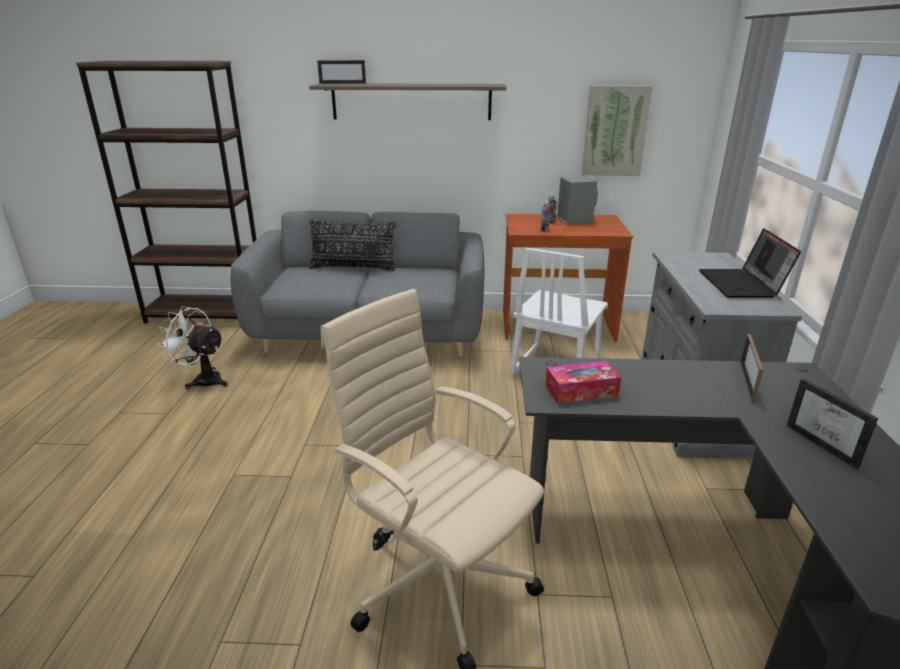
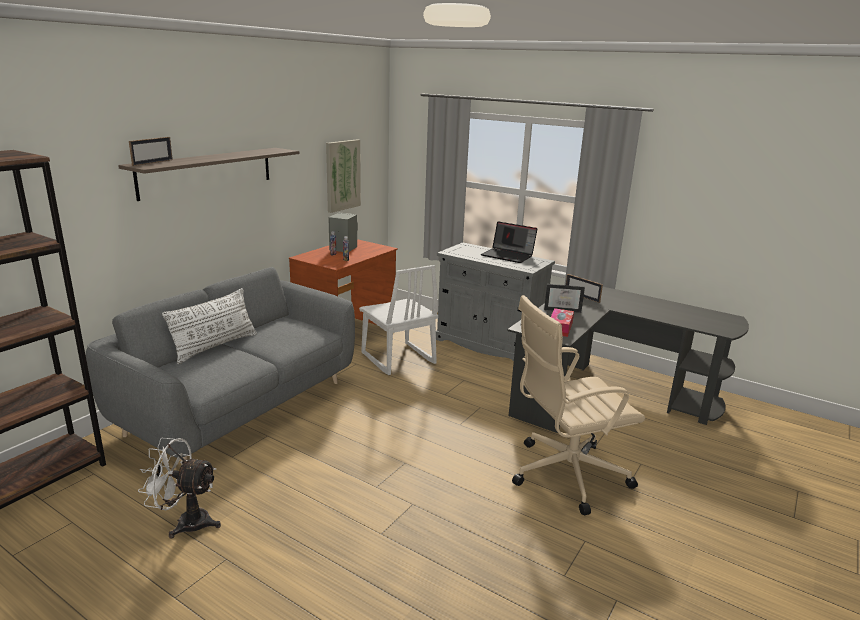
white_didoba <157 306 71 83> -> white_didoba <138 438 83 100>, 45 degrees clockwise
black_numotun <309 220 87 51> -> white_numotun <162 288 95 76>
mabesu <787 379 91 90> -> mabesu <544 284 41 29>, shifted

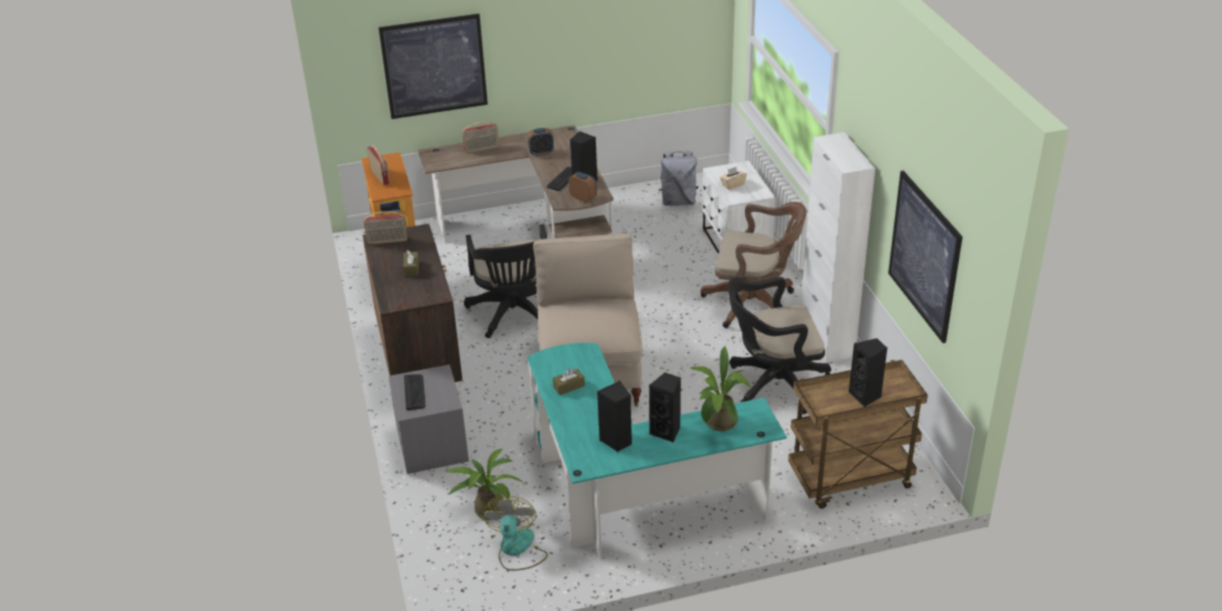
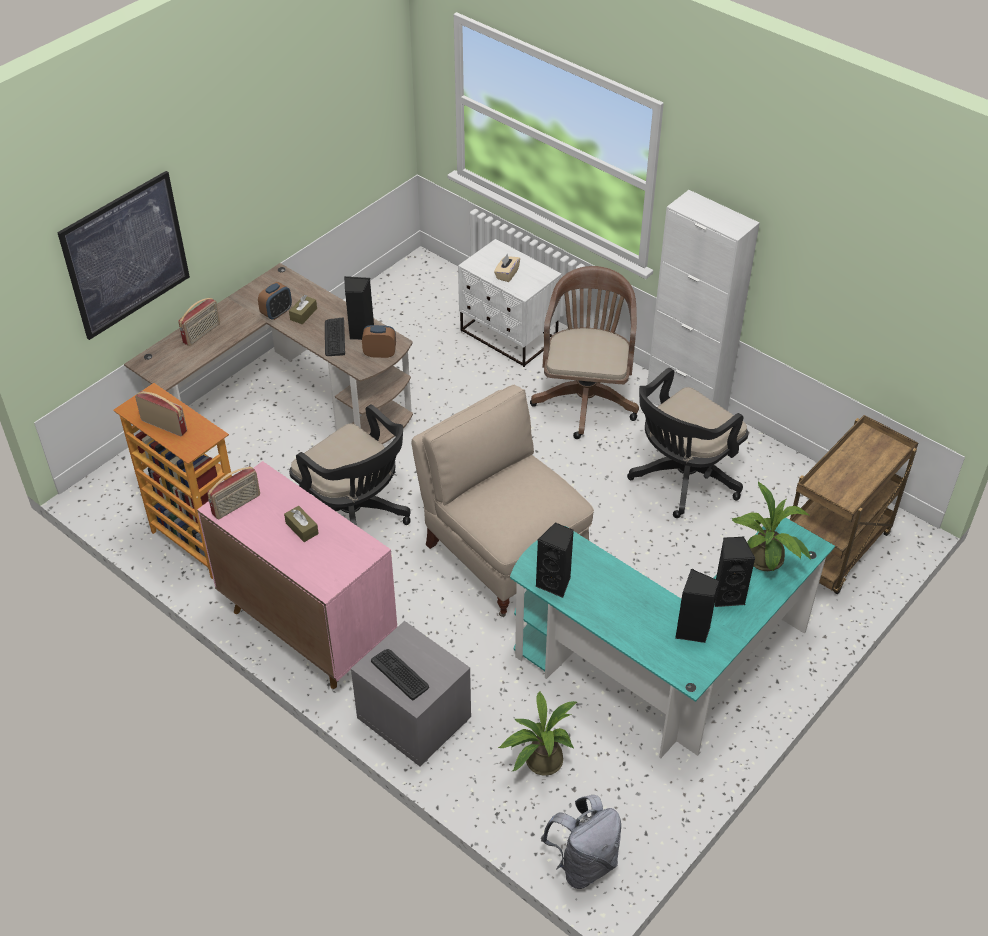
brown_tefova <363 224 100 170> -> pink_tefova <197 461 200 228>
didoba <482 496 66 75> -> none
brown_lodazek <553 368 32 27> -> brown_lodazek <289 295 28 29>, shifted
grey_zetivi <659 150 40 56> -> grey_zetivi <541 795 80 94>, shifted
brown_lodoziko <700 202 107 126> -> brown_lodoziko <530 266 109 173>, 60 degrees counterclockwise
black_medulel <849 338 38 69> -> black_medulel <536 522 38 76>, shifted
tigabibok <888 171 75 172> -> none

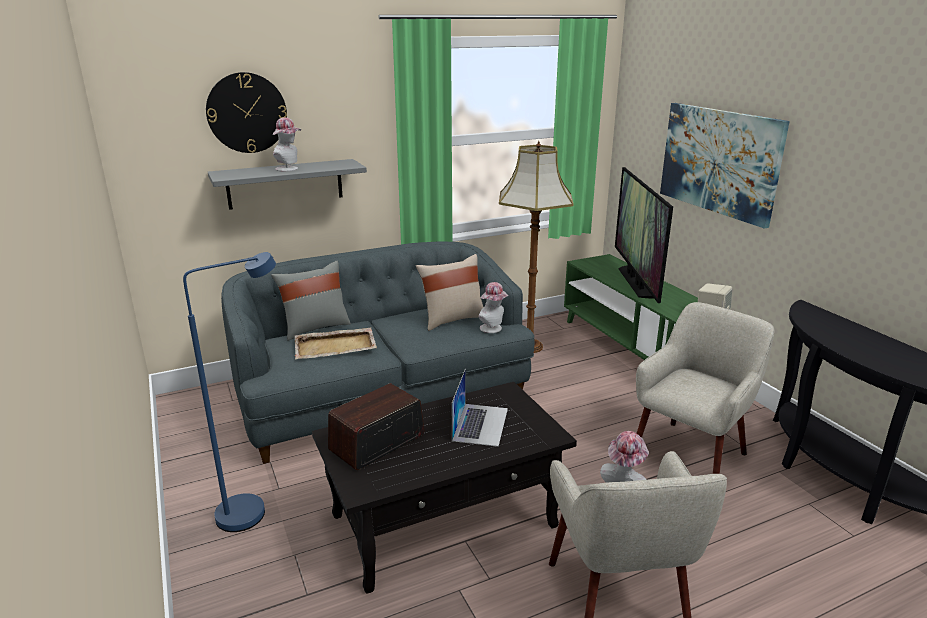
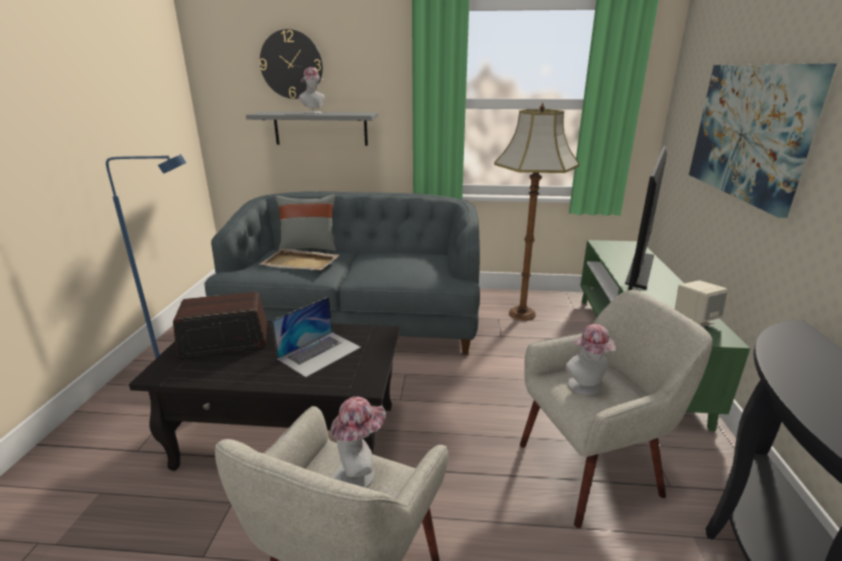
beige_numotun <416 254 67 77> -> none
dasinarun <478 282 30 51> -> dasinarun <565 324 51 71>, shifted

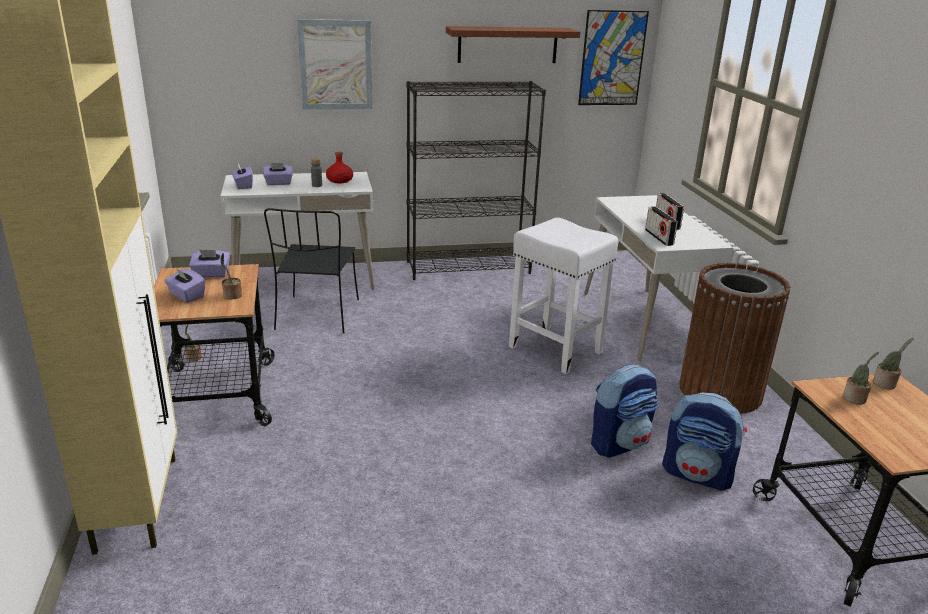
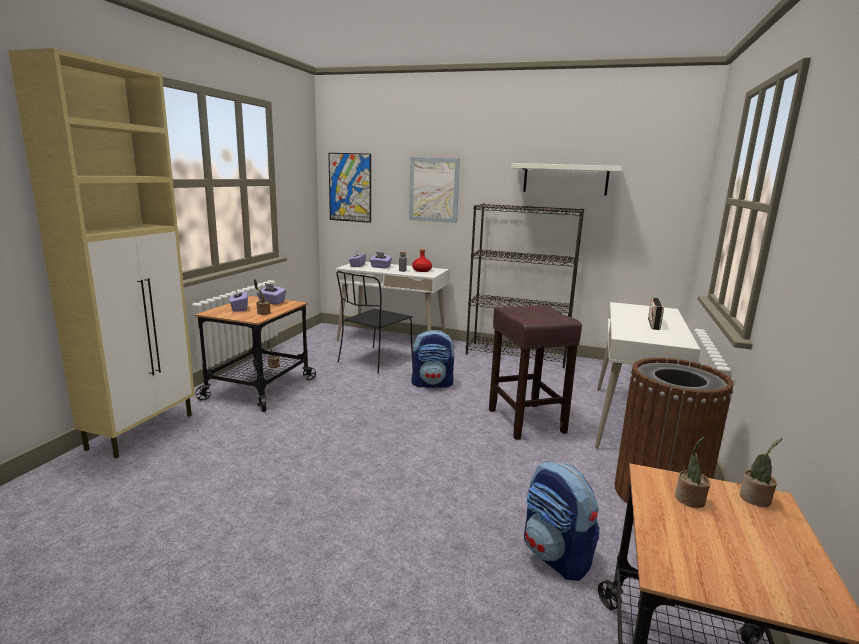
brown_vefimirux <446 26 135 37> -> white_vefimirux <511 163 111 32>
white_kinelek <509 218 109 156> -> brown_kinelek <489 305 93 135>
tigabibok <578 10 71 95> -> tigabibok <328 153 43 70>, shifted
zetivi <591 365 67 92> -> zetivi <412 330 43 58>, shifted
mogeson <645 206 33 40> -> none

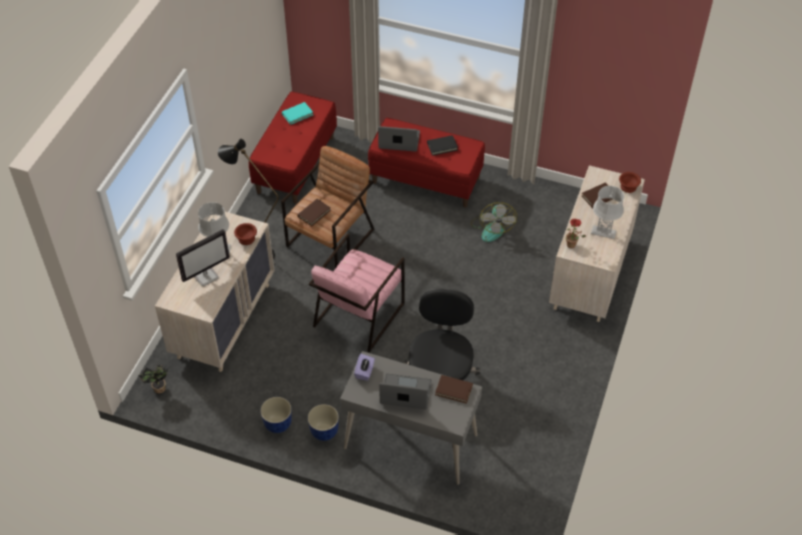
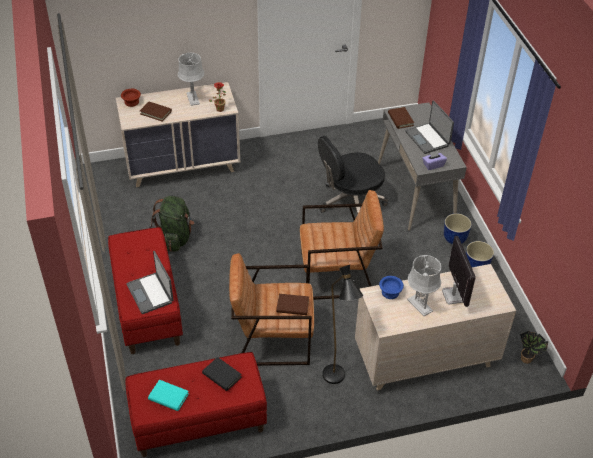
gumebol <176 229 54 57> -> gumebol <442 236 34 71>, 60 degrees clockwise
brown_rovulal <234 223 23 22> -> blue_rovulal <379 276 25 23>
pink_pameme <309 233 96 120> -> brown_pameme <300 190 84 110>
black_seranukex <427 135 31 21> -> black_seranukex <202 357 40 34>, shifted
didoba <471 202 46 40> -> green_zetivi <149 196 46 56>

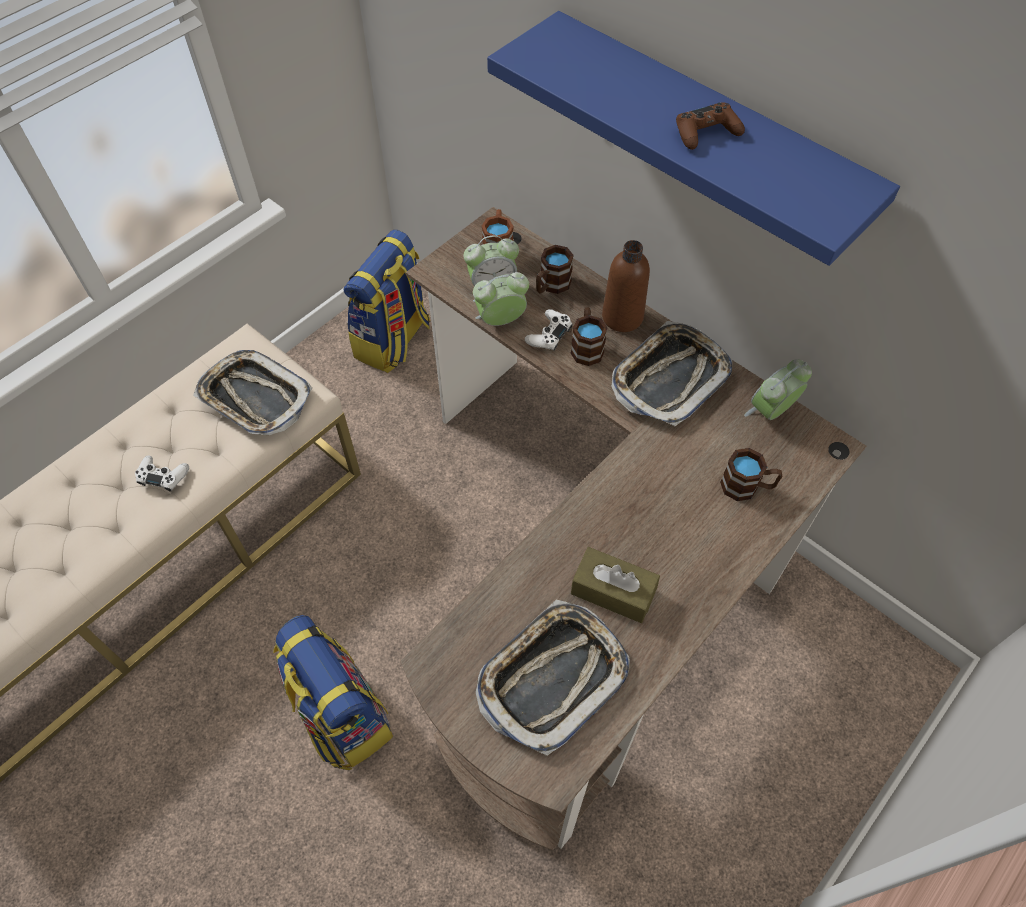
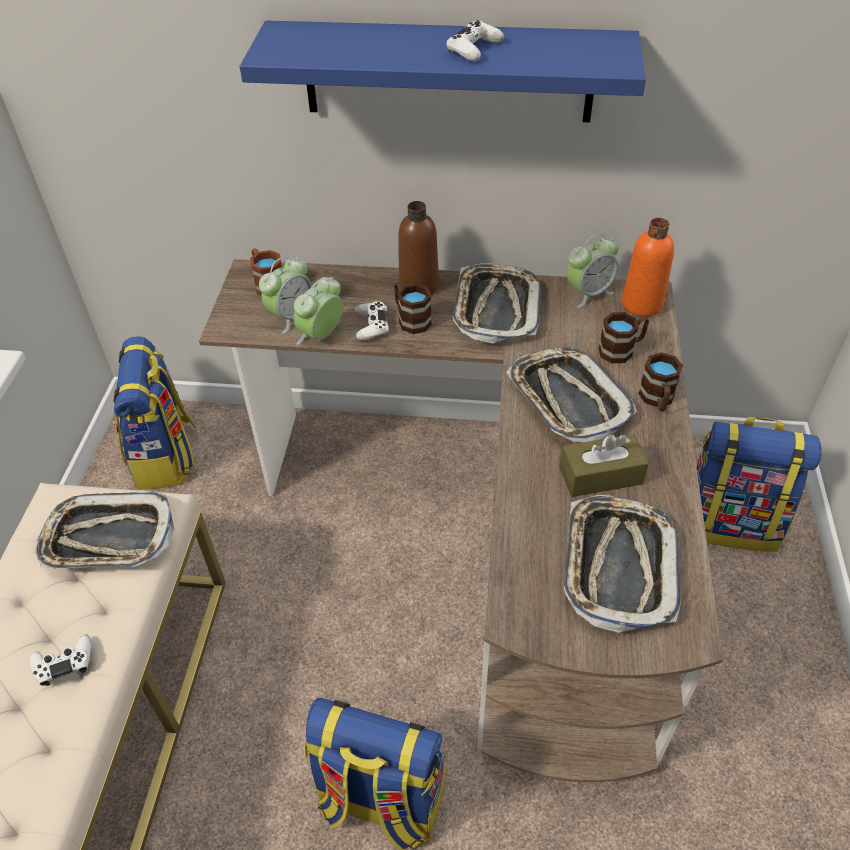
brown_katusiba <536 245 38 49> -> brown_katusiba <638 352 45 60>, shifted
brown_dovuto <676 103 69 47> -> white_dovuto <446 20 58 41>
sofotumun <744 359 68 61> -> sofotumun <567 234 52 74>, 135 degrees counterclockwise
none -> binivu <506 347 131 95>
none -> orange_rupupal <622 218 52 99>
none -> zetivi <696 417 126 134>

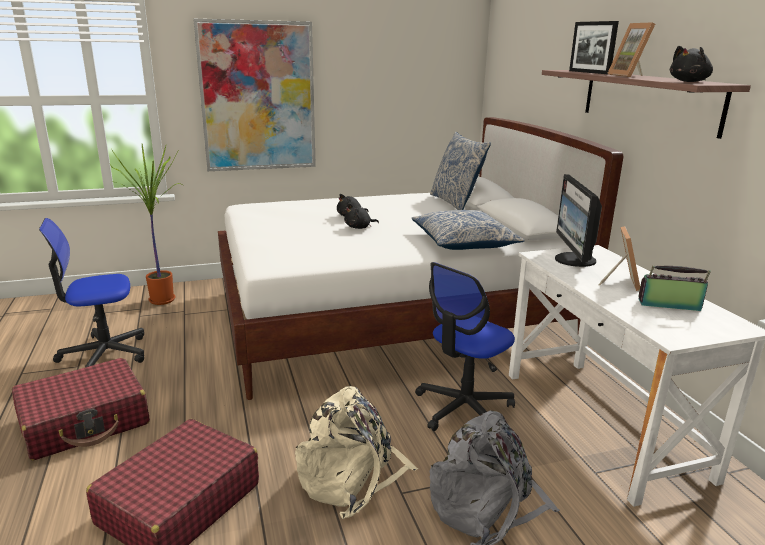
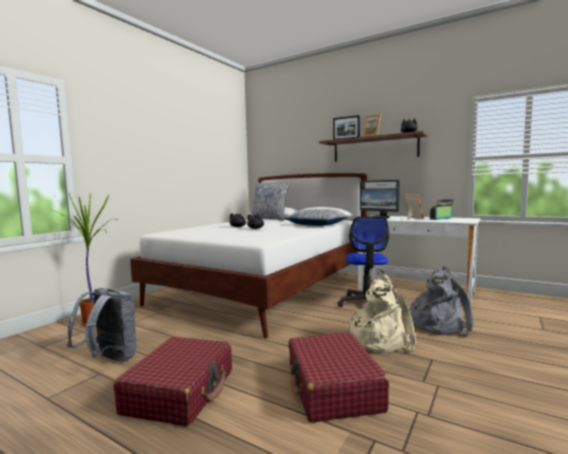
lodoziko <39 218 105 149> -> grey_zetivi <67 288 70 74>
tigabibok <193 19 123 152> -> none

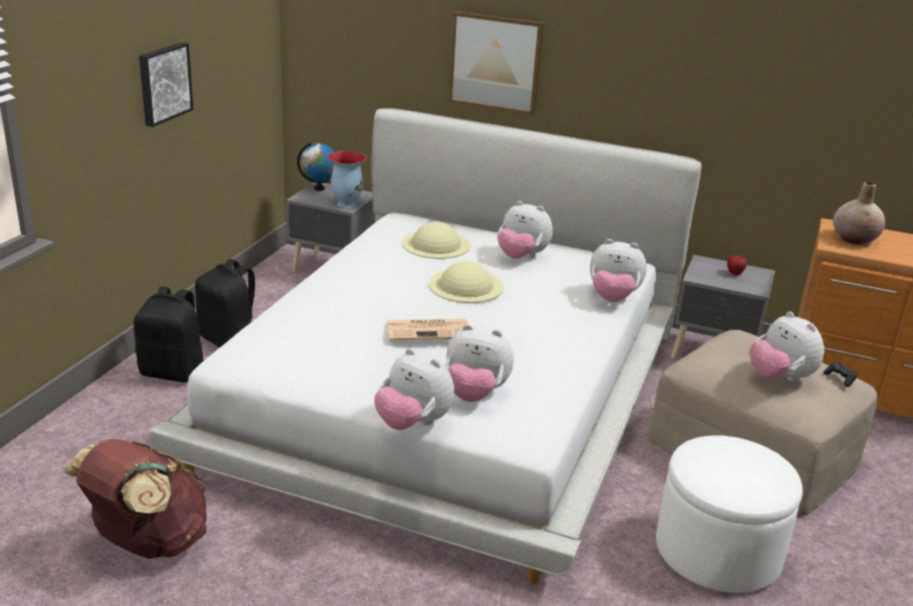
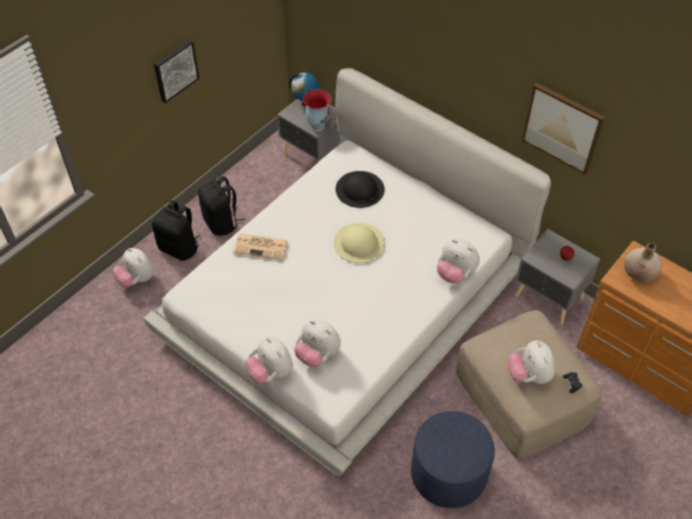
brown_zetivi <63 439 144 120> -> none
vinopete <387 319 81 21> -> vinopete <233 234 55 26>, shifted
beige_dasinarun <402 221 69 38> -> black_dasinarun <336 171 48 37>
tigabibok <449 11 95 104> -> tigabibok <522 83 83 92>, shifted
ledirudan <497 201 56 58> -> ledirudan <113 248 41 40>, shifted
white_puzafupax <656 435 147 158> -> blue_puzafupax <411 411 84 97>

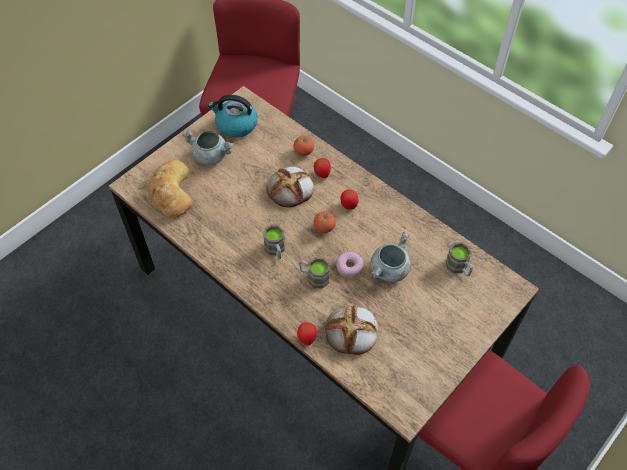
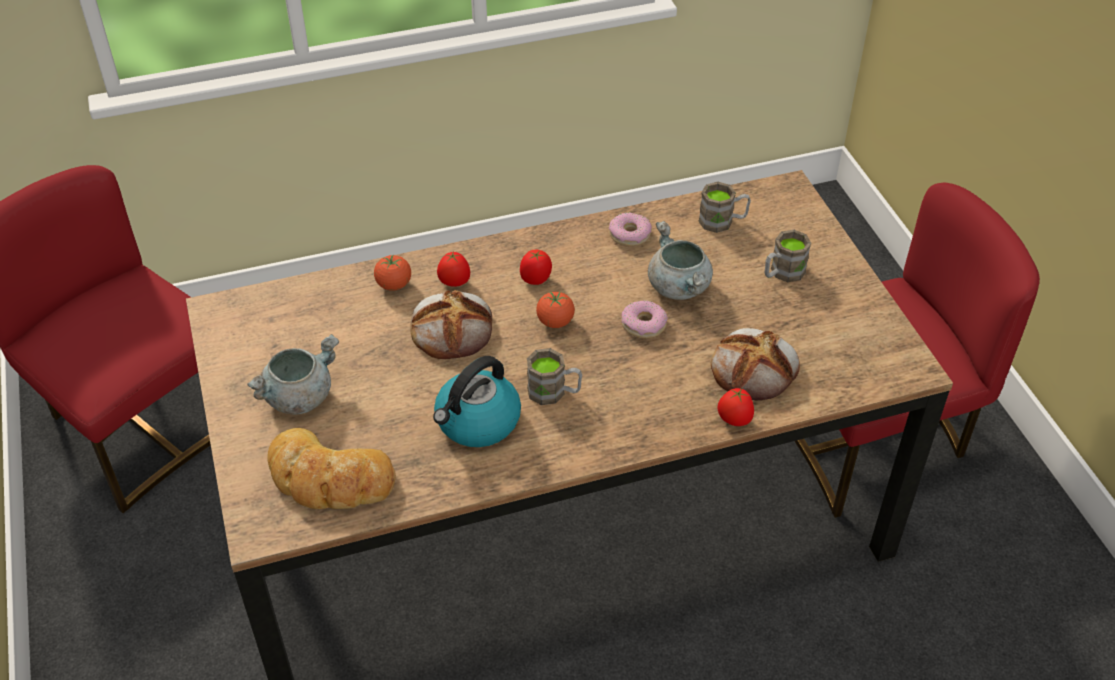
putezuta <208 95 50 42> -> putezuta <433 356 88 91>, shifted
brown_katusiba <299 257 31 31> -> brown_katusiba <765 230 46 52>, shifted
none -> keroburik <609 212 43 35>

